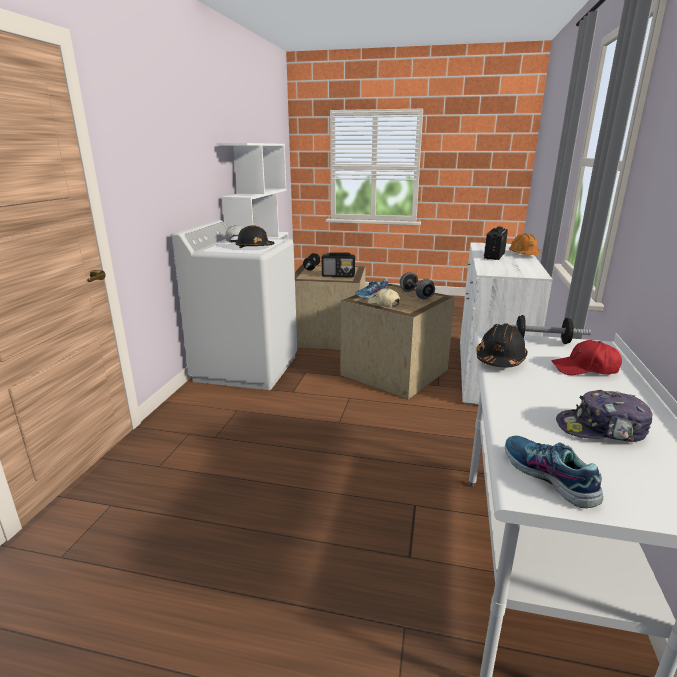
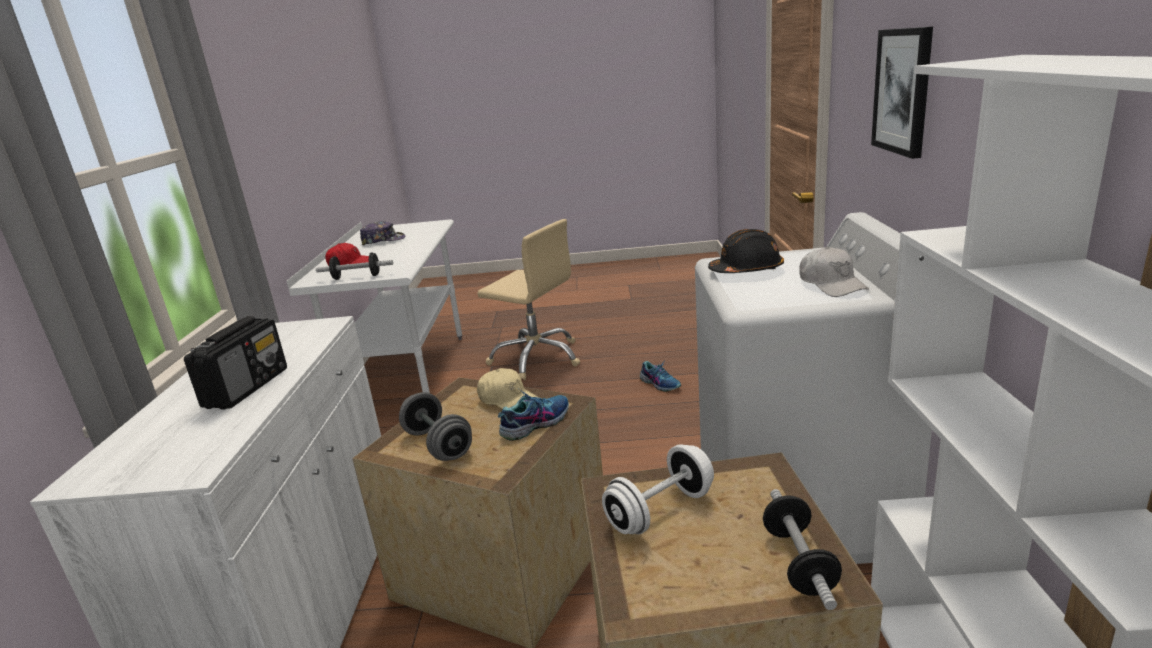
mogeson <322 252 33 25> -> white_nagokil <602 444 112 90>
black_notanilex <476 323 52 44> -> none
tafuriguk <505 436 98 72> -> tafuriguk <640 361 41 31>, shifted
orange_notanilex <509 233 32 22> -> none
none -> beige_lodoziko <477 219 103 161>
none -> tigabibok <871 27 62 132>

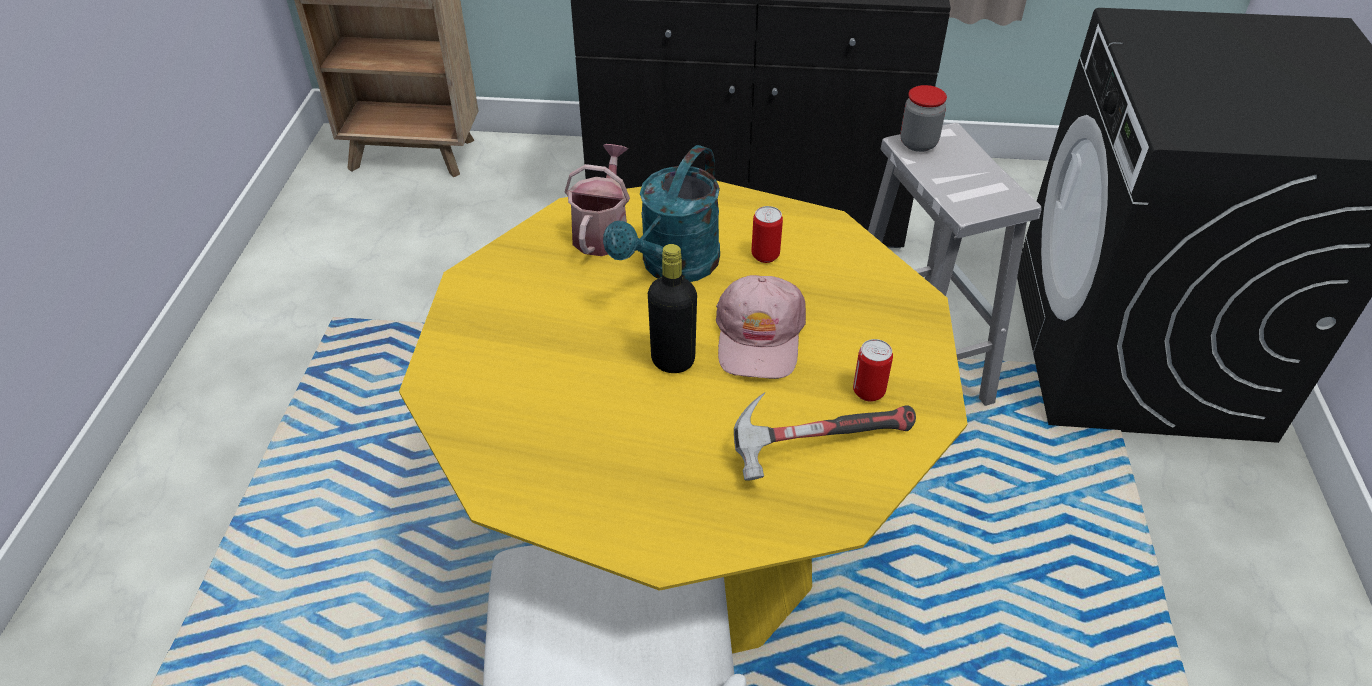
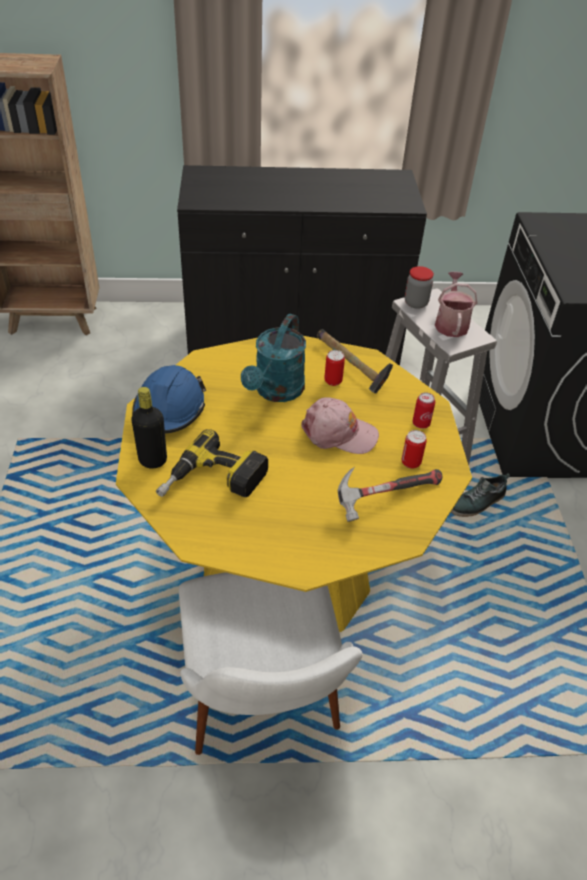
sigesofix <565 144 65 112> -> sigesofix <435 272 42 65>, shifted
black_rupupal <648 244 49 129> -> black_rupupal <131 387 36 82>, shifted
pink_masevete <716 275 90 104> -> pink_masevete <301 397 78 57>, 75 degrees counterclockwise
none -> blue_notanilex <132 365 74 69>
none -> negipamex <156 429 112 68>
none -> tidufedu <317 329 76 65>
none -> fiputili <412 392 23 37>
none -> tafuriguk <451 473 59 44>

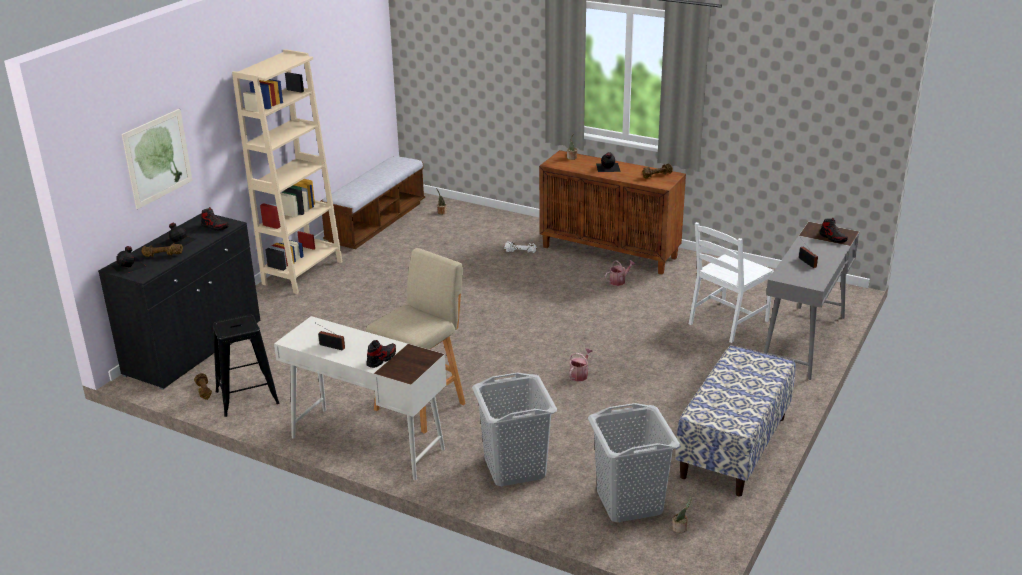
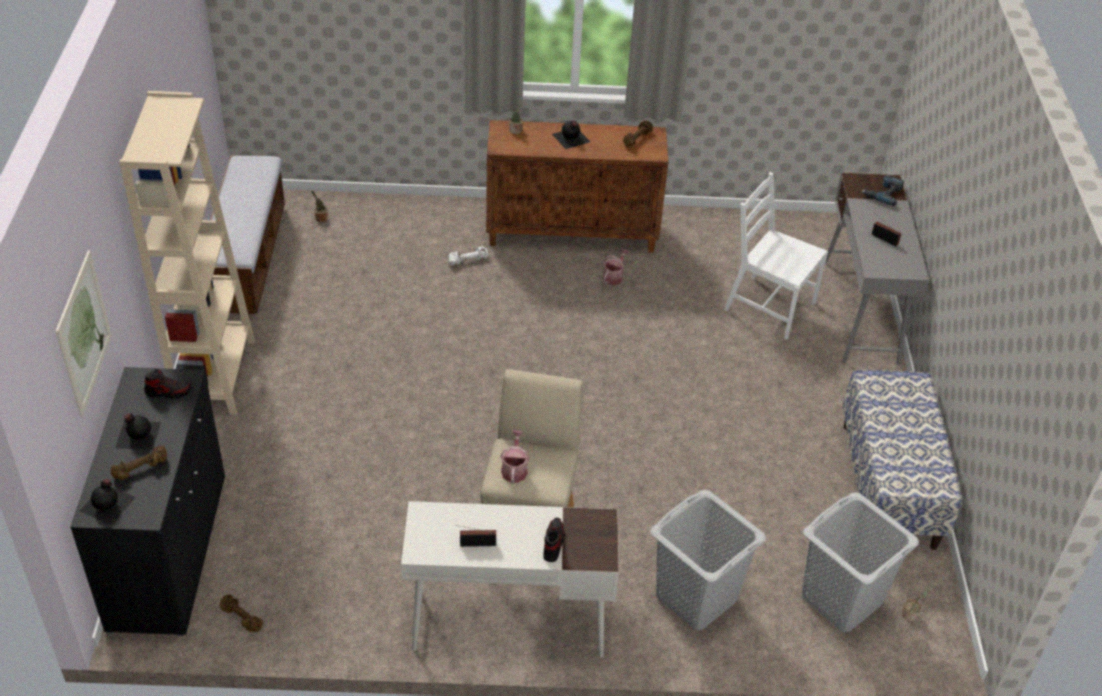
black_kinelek <213 315 66 102> -> none
sigesofix <569 348 24 33> -> sigesofix <500 431 29 53>, shifted
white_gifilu <689 222 85 121> -> white_gifilu <724 172 104 167>, 105 degrees clockwise
tafuriguk <820 218 28 25> -> negipamex <861 175 43 31>

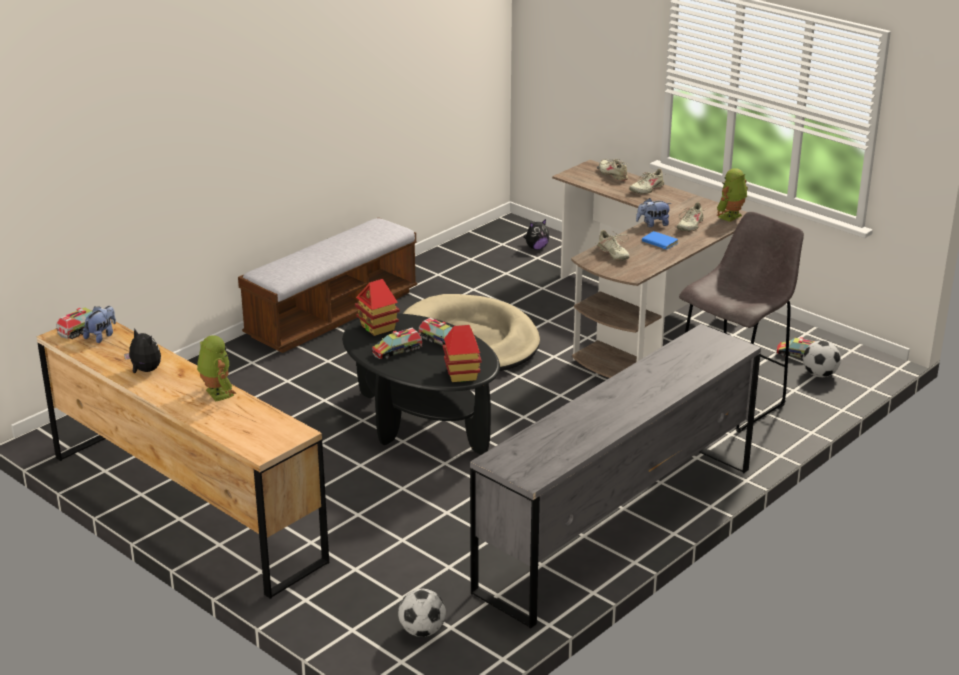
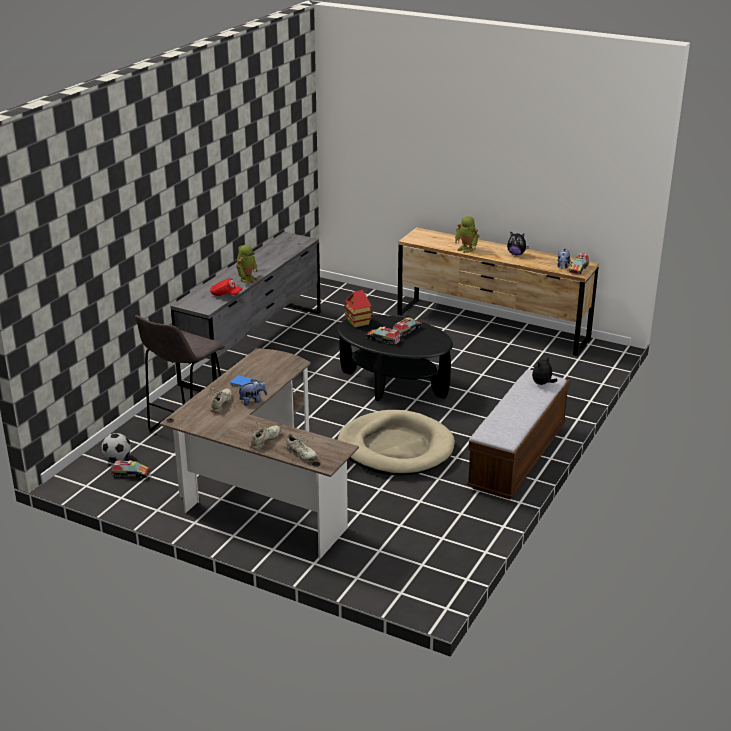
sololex <355 279 45 57> -> none
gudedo <398 589 48 48> -> none
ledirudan <524 219 25 31> -> ledirudan <532 357 26 28>, shifted
beige_tafuriguk <595 230 34 31> -> none
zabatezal <717 168 31 54> -> zabatezal <236 245 22 38>, shifted
none -> red_masevete <210 278 33 18>

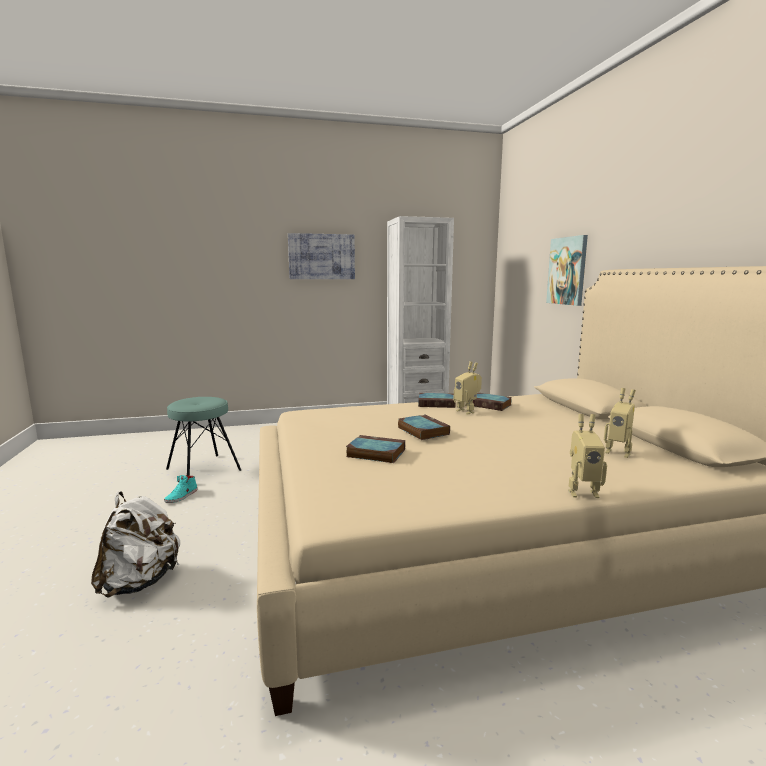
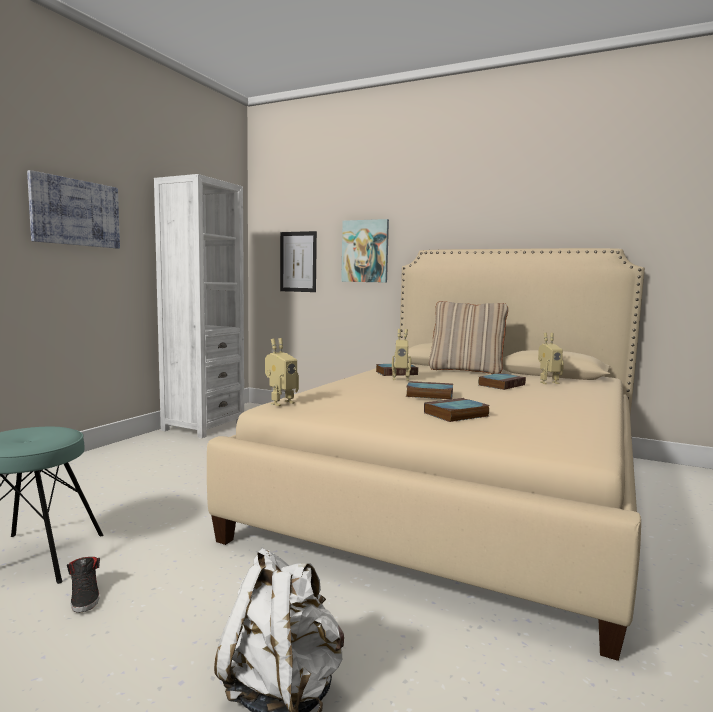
turquoise_tafuriguk <164 475 33 28> -> black_tafuriguk <67 557 33 56>
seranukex <418 393 37 15> -> seranukex <478 373 48 17>, shifted
zabatezal <568 414 39 84> -> zabatezal <265 338 34 68>, shifted
none -> tigabibok <280 231 37 61>
none -> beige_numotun <429 301 79 73>

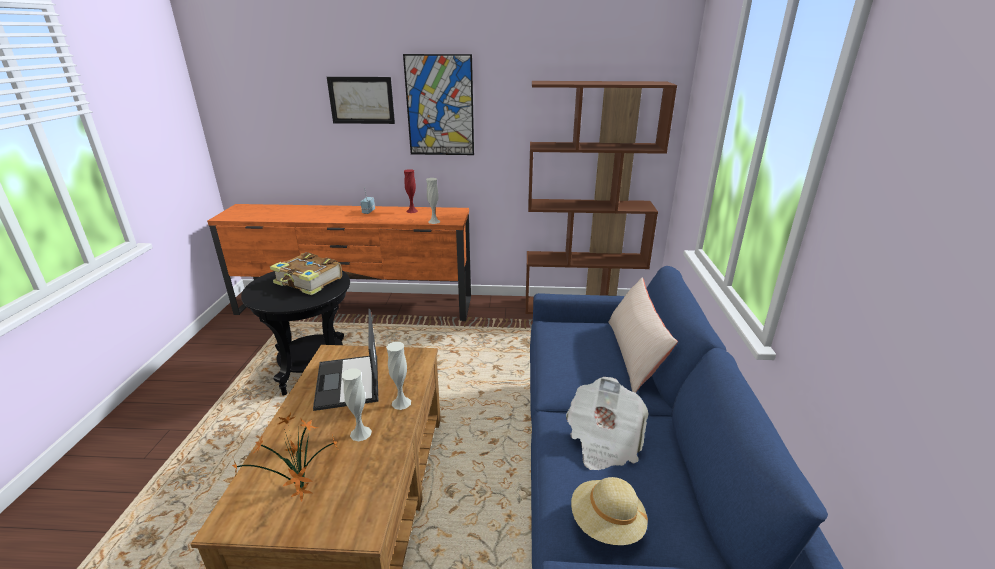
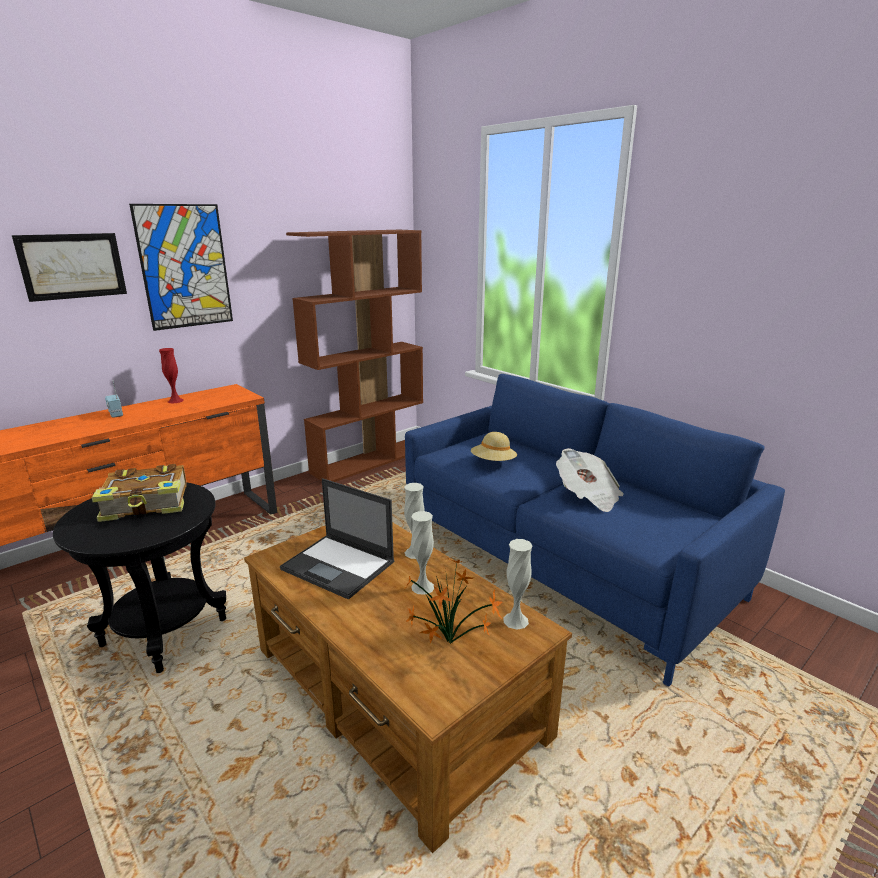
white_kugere <426 178 14 46> -> white_kugere <503 539 29 91>, shifted
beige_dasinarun <571 477 77 68> -> beige_dasinarun <471 432 46 29>, shifted
beige_numotun <608 277 70 116> -> none

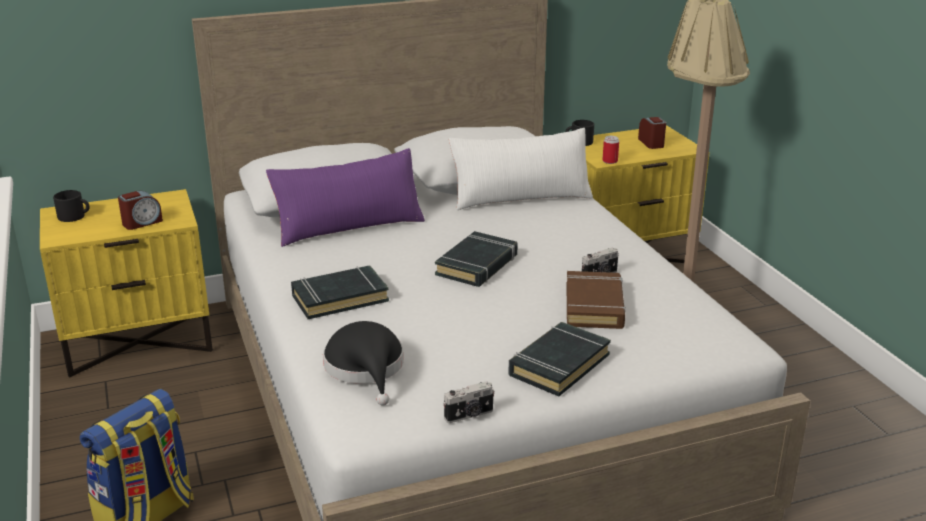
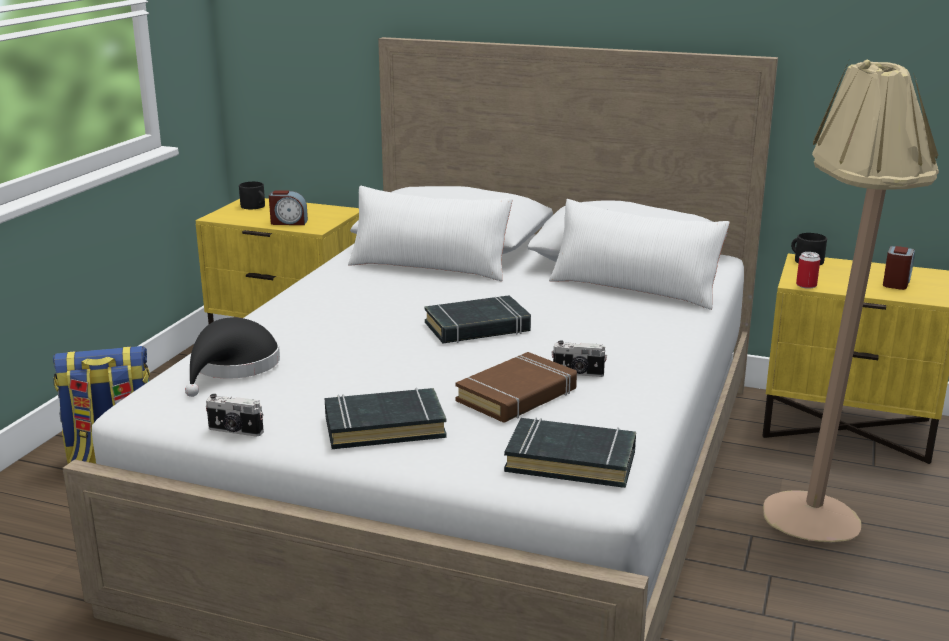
purple_numotun <266 148 159 99> -> white_numotun <348 186 165 95>
black_seranukex <291 265 98 54> -> black_seranukex <504 418 132 70>, shifted

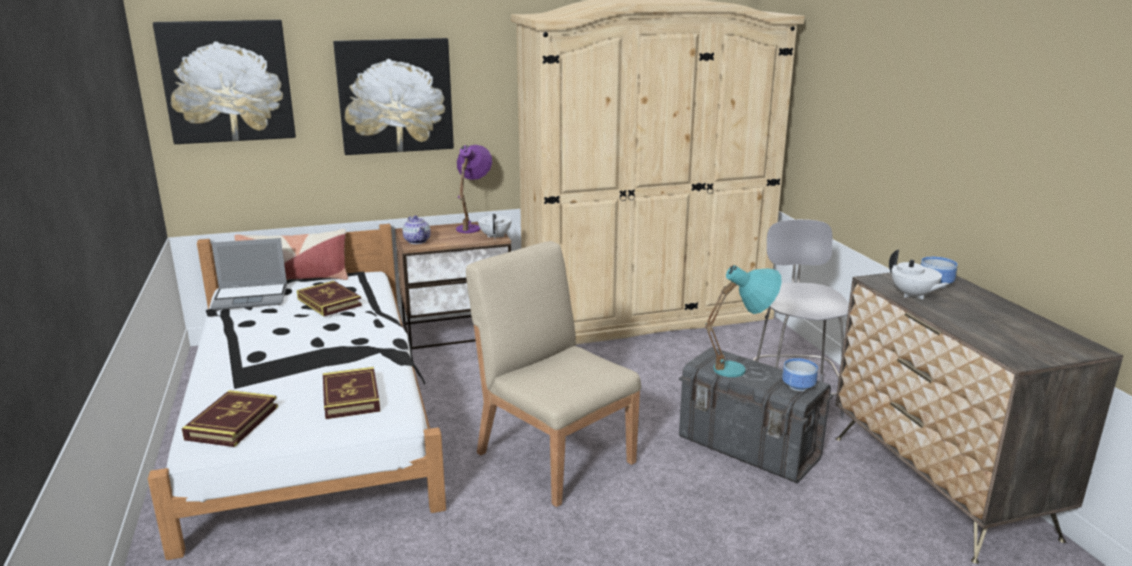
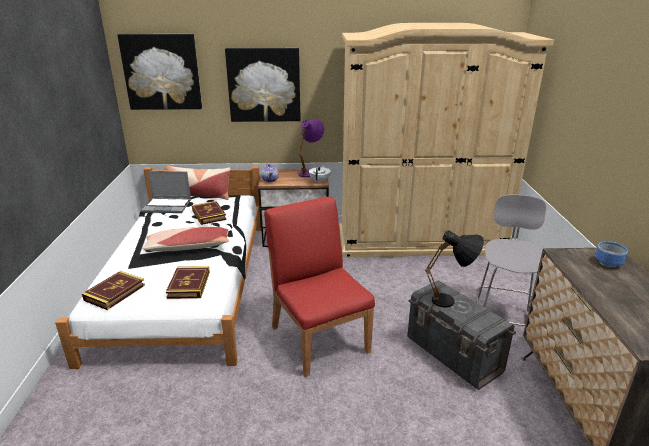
beige_gifilu <466 241 175 266> -> red_gifilu <264 196 111 181>
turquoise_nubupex <704 265 78 112> -> black_nubupex <425 230 59 78>
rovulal <782 358 36 33> -> none
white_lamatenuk <889 250 60 49> -> none
none -> numotun <142 227 87 24>

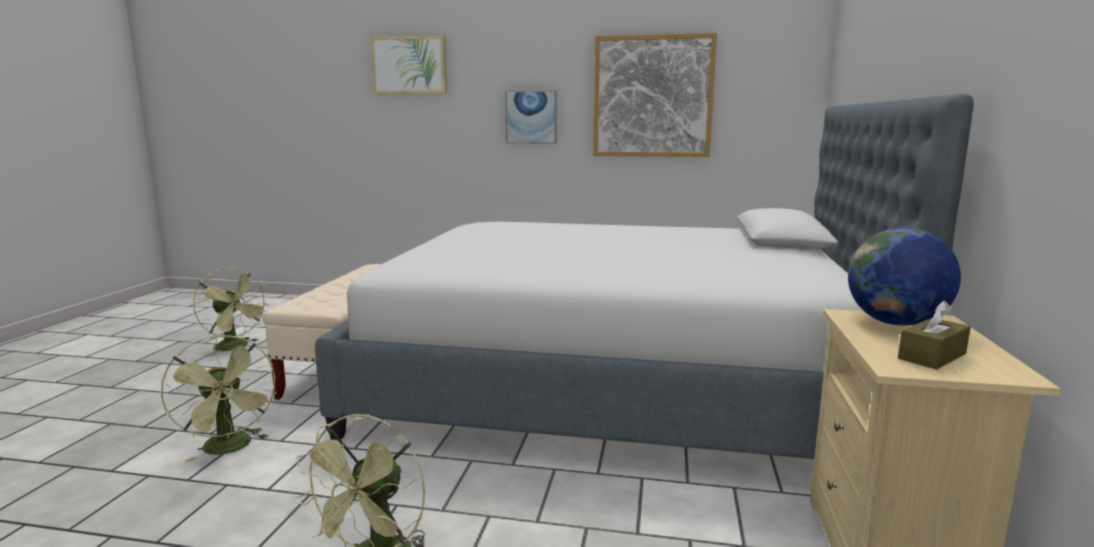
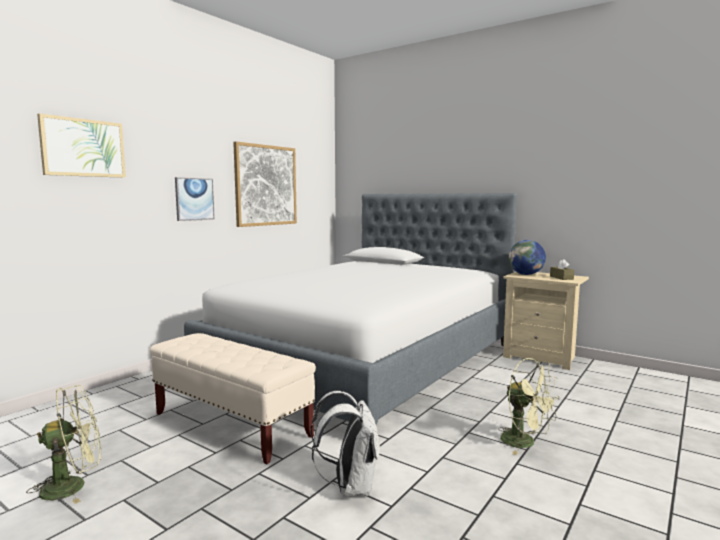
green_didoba <161 335 115 128> -> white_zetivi <311 391 69 106>

